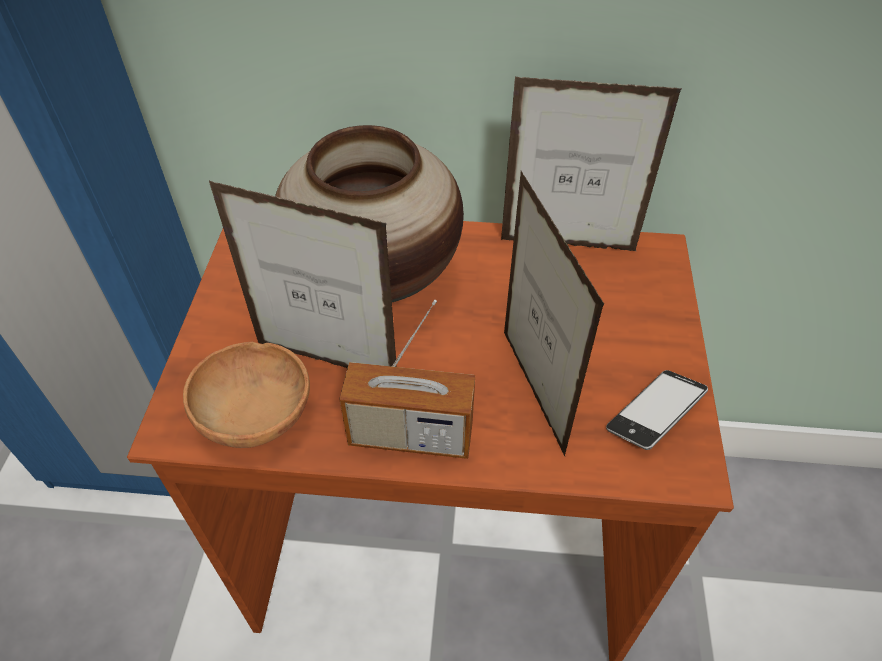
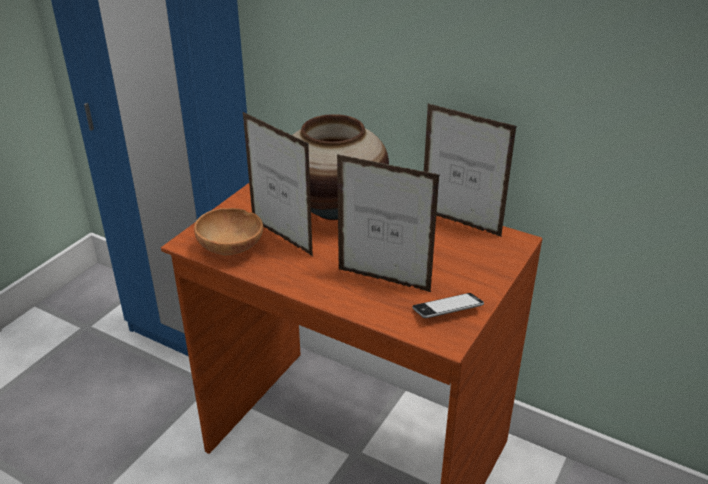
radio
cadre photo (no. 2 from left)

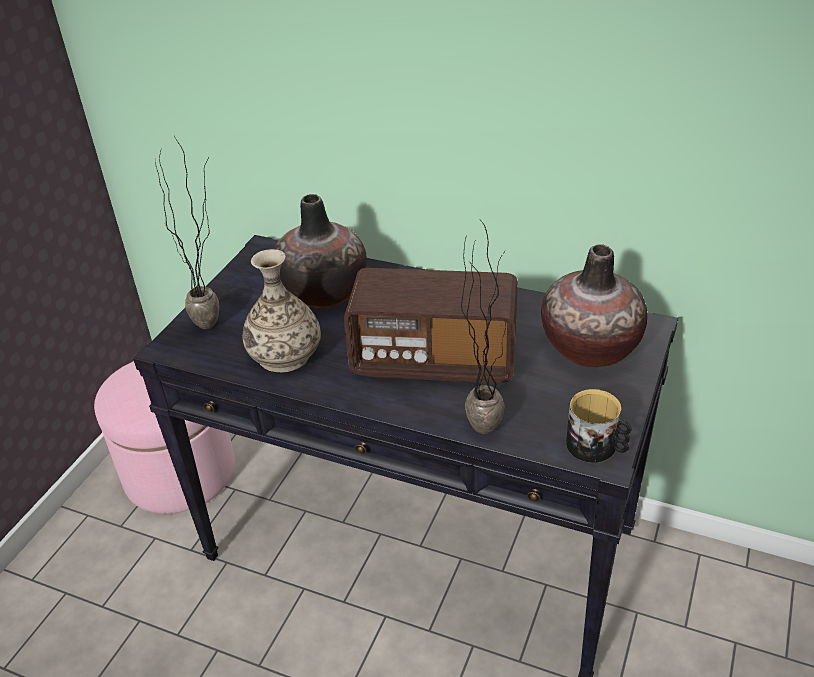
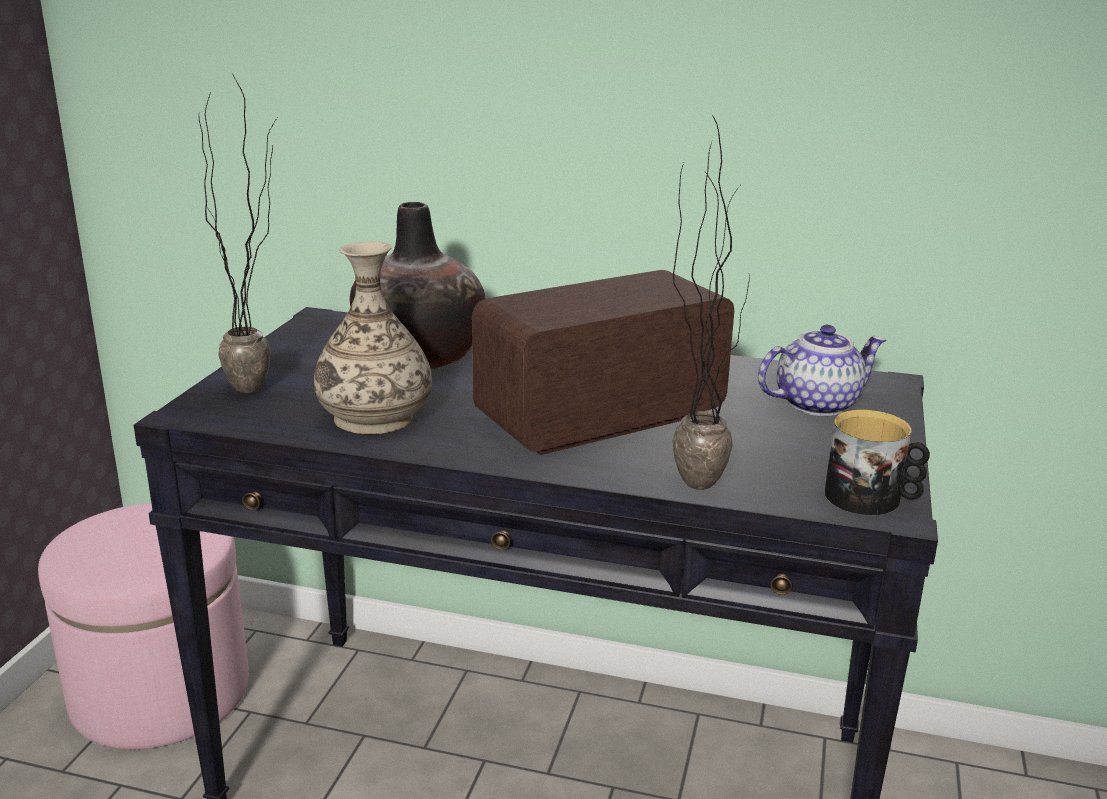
théière
radio

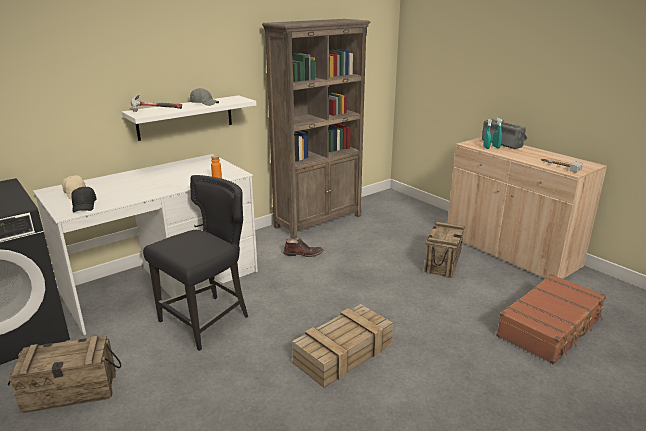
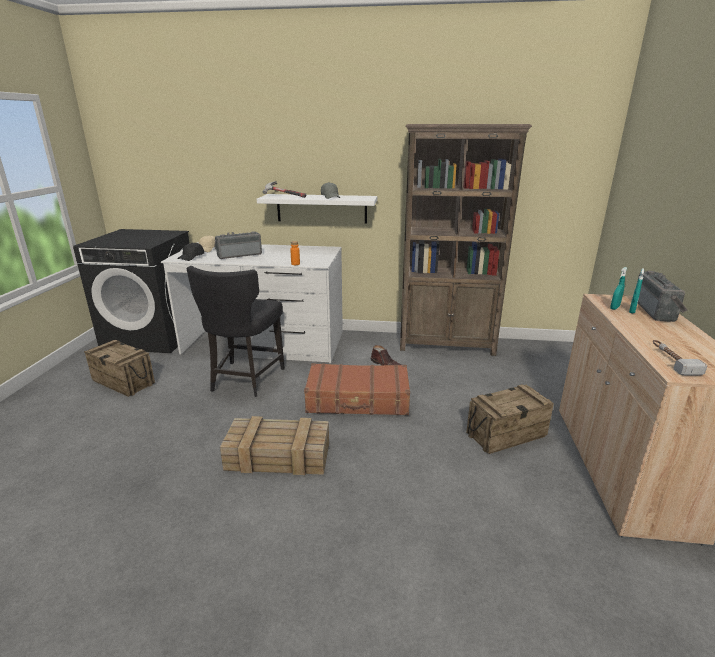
radio (no. 1 from left)
valise [marron]
chaise [noir]

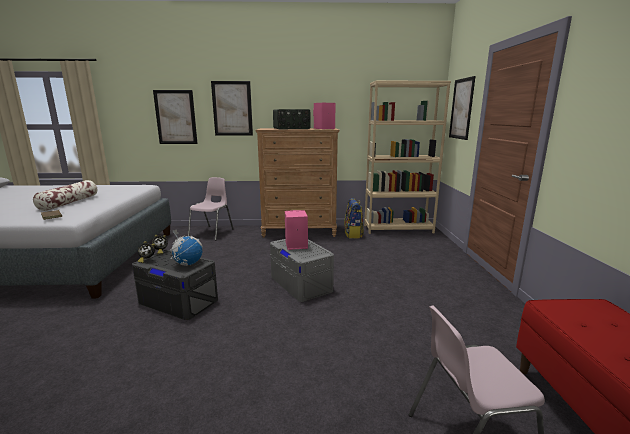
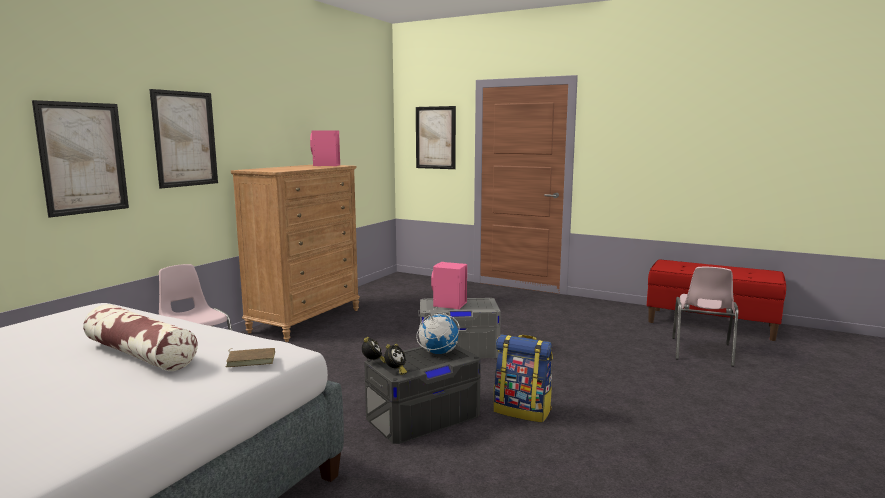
radio
bibliothèque [beige]
sac à dos

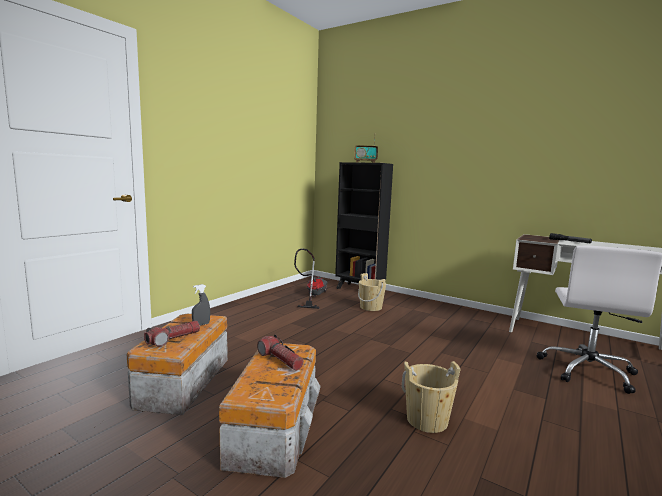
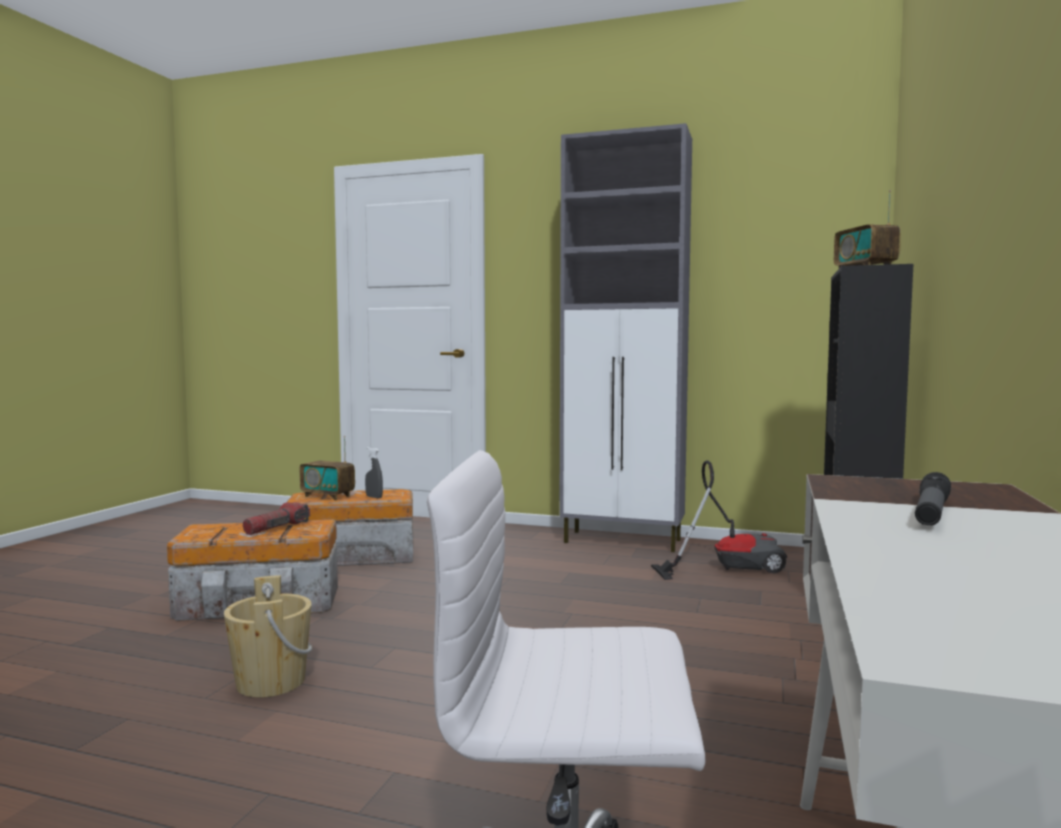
seau [beige] (no. 1 from left in the first image)
meuble de rangement [gris]
radio (no. 1 from left)

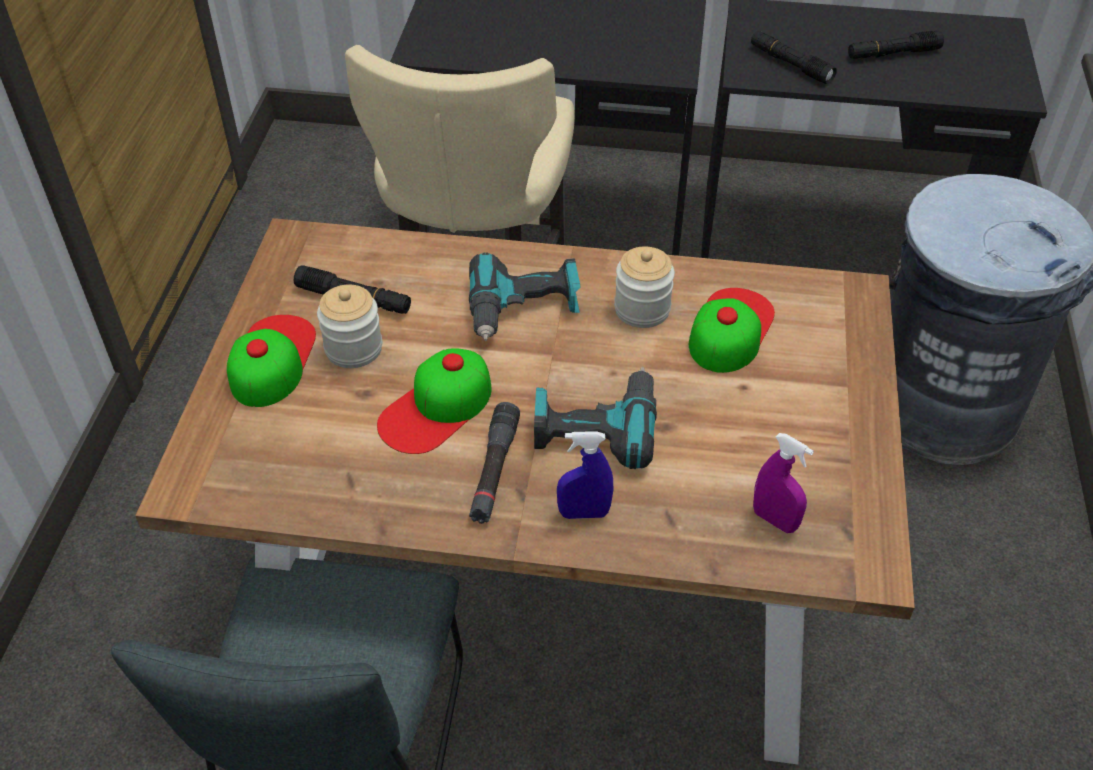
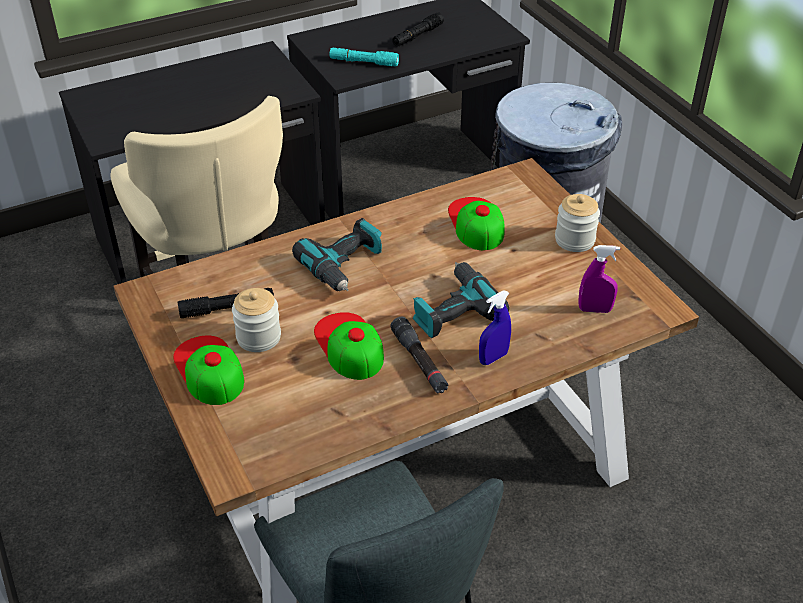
bocal (no. 2 from left)
lampe de poche [turquoise]
casquette (no. 2 from left)

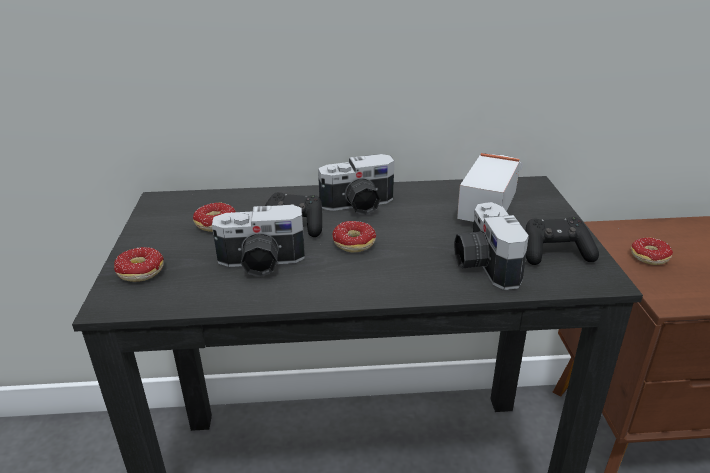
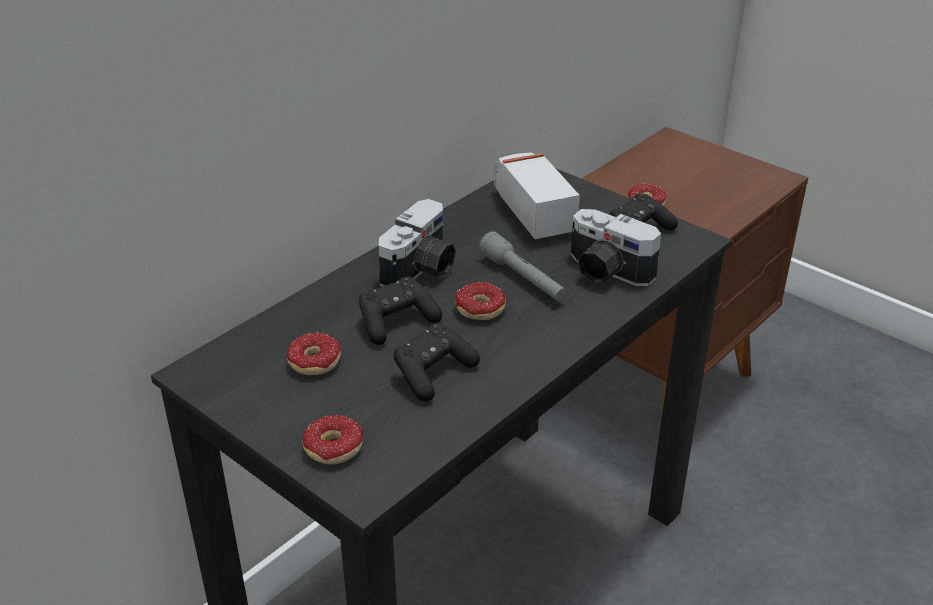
lampe de poche [gris]
manette [noir] (no. 2 from left)

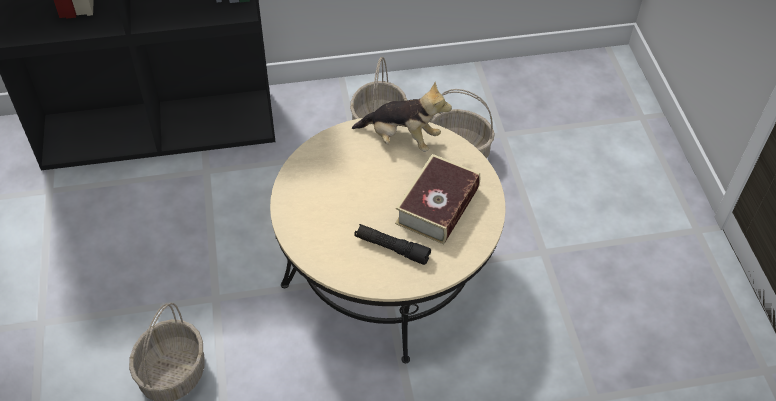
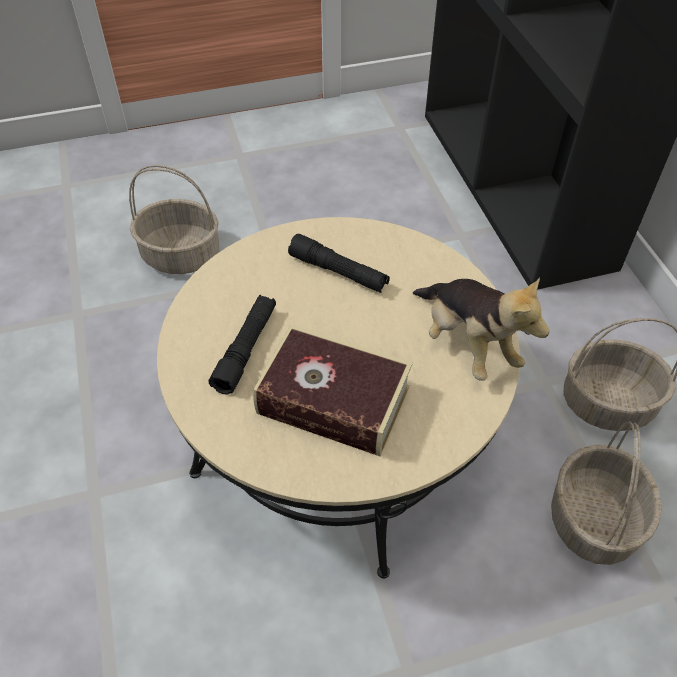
lampe de poche [noir] (no. 2 from left)
peluche

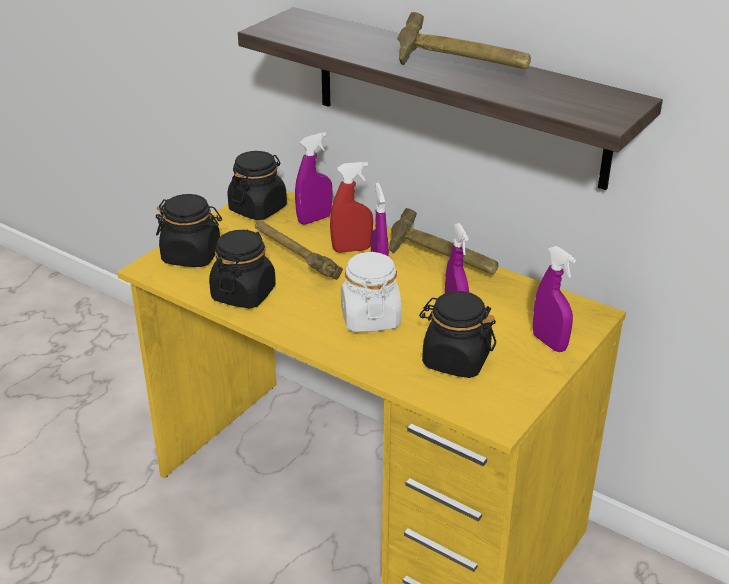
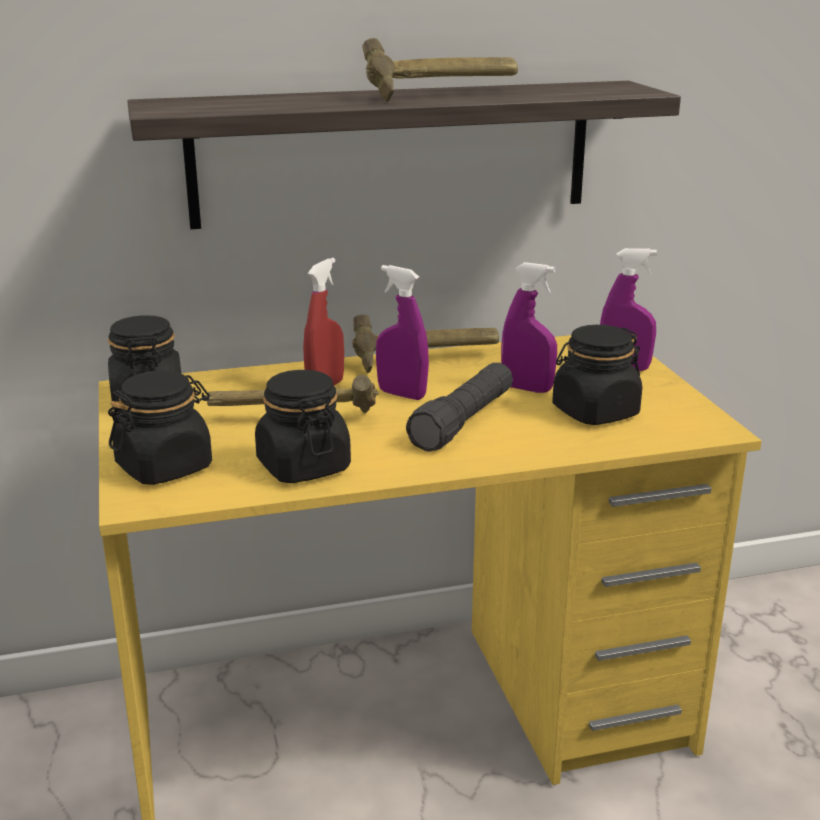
vaporisateur [violet] (no. 1 from left in the first image)
lampe de poche [noir]

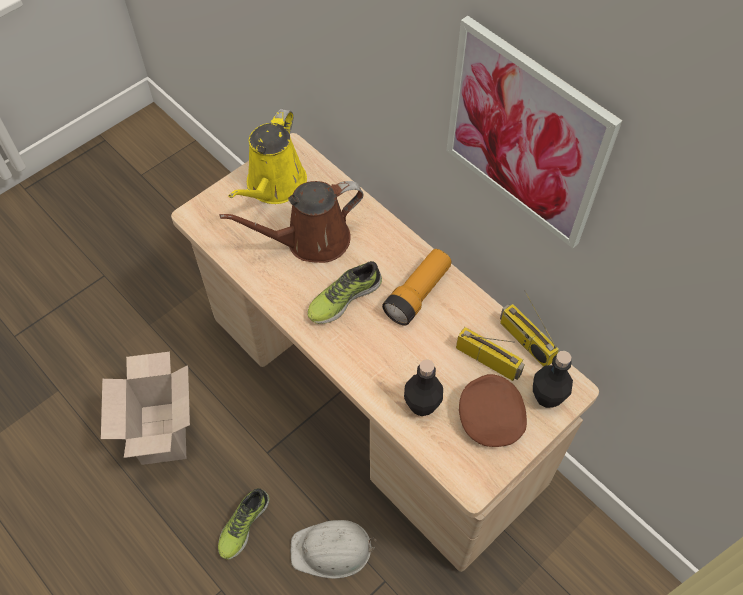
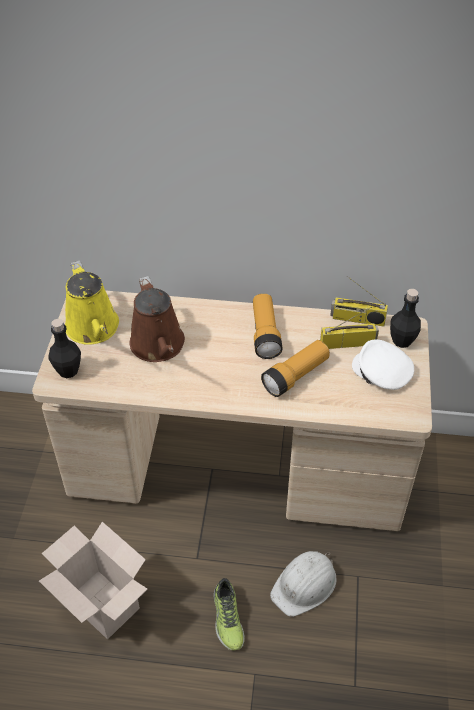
chaussure (no. 2 from left in the first image)
tableau
lampe de poche (no. 2 from left)
bouteille [noir] (no. 1 from left)
casquette [blanc]
arrosoir [marron]

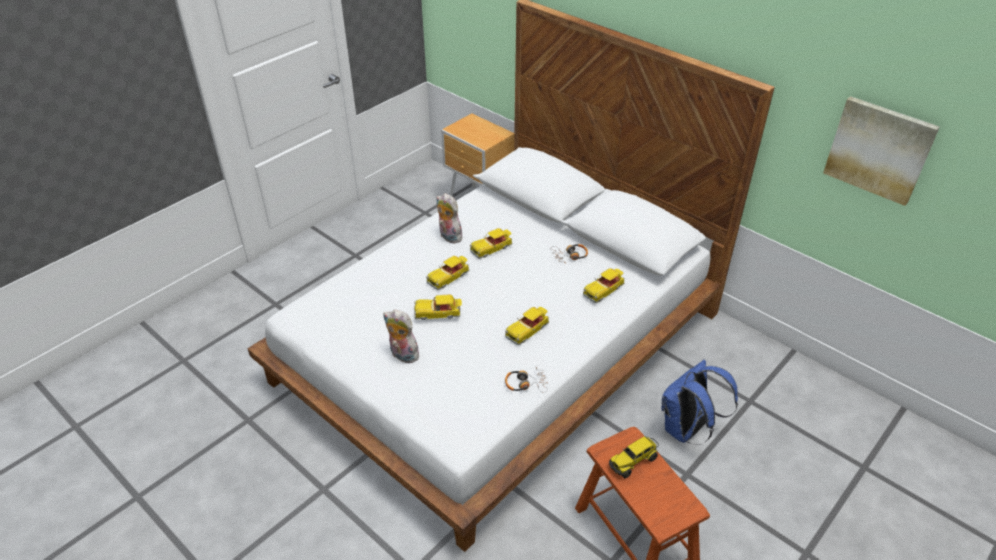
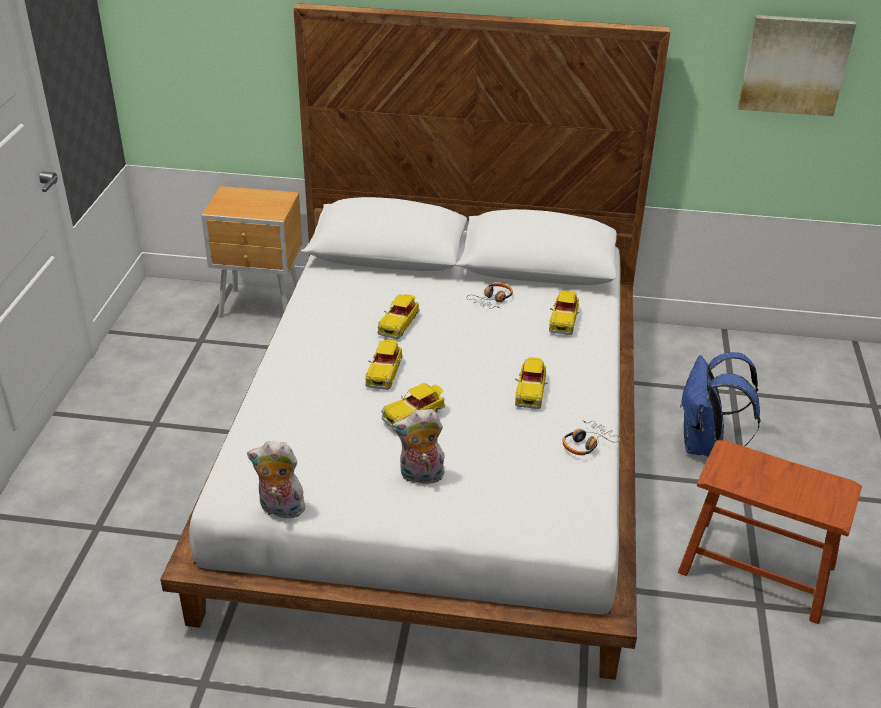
camion jouet
peluche (no. 1 from left)

